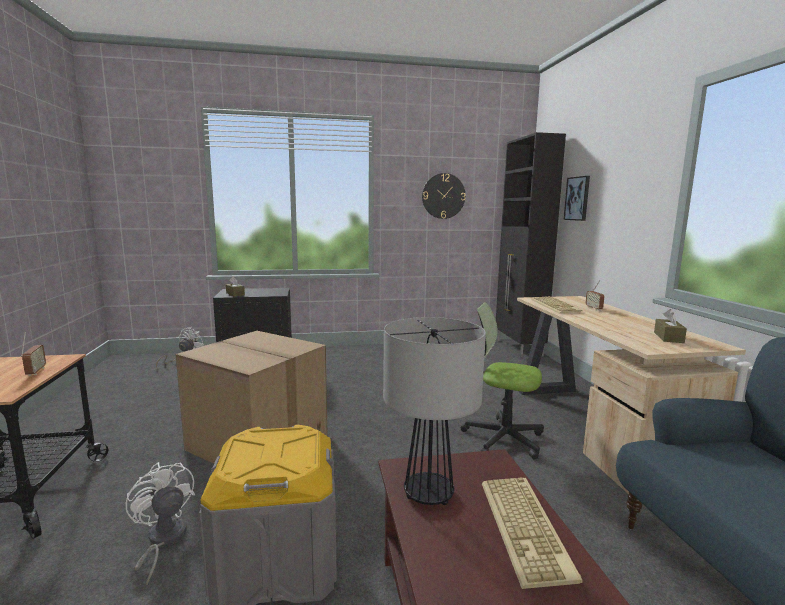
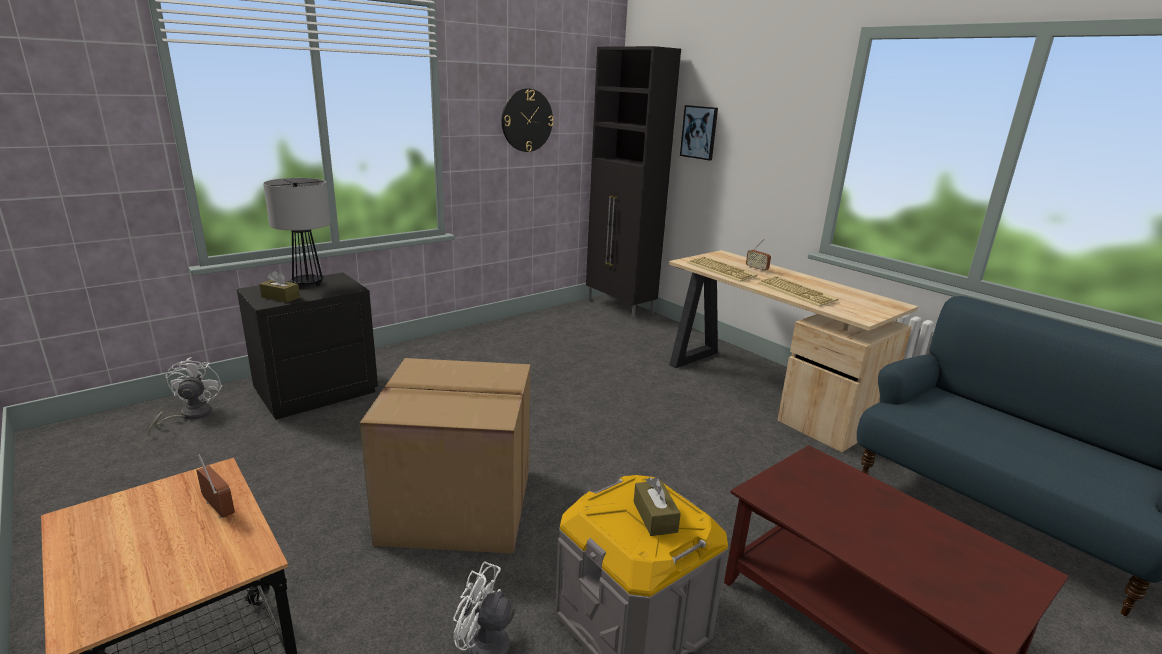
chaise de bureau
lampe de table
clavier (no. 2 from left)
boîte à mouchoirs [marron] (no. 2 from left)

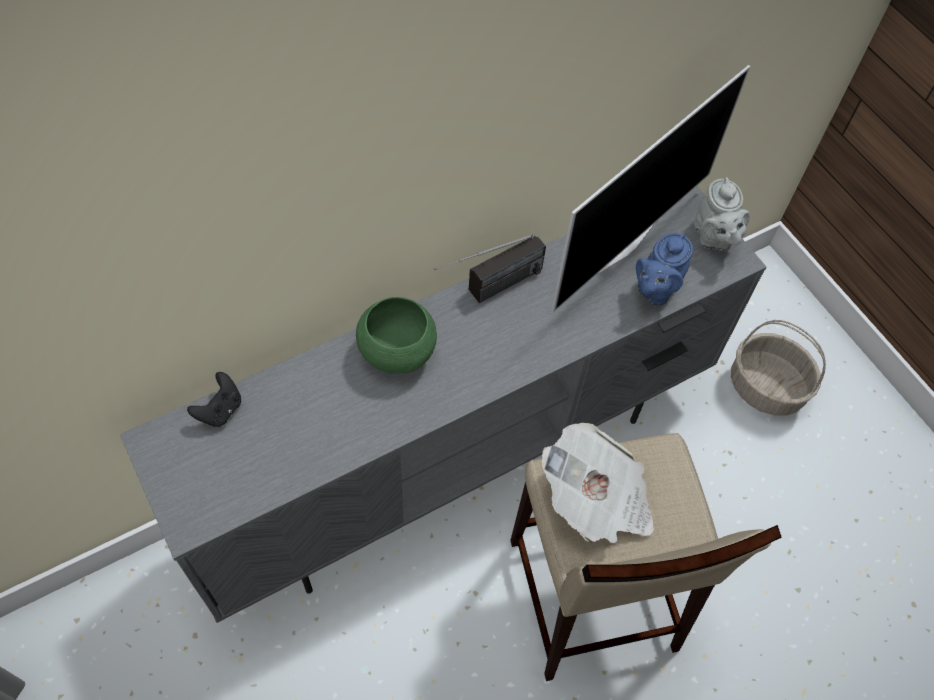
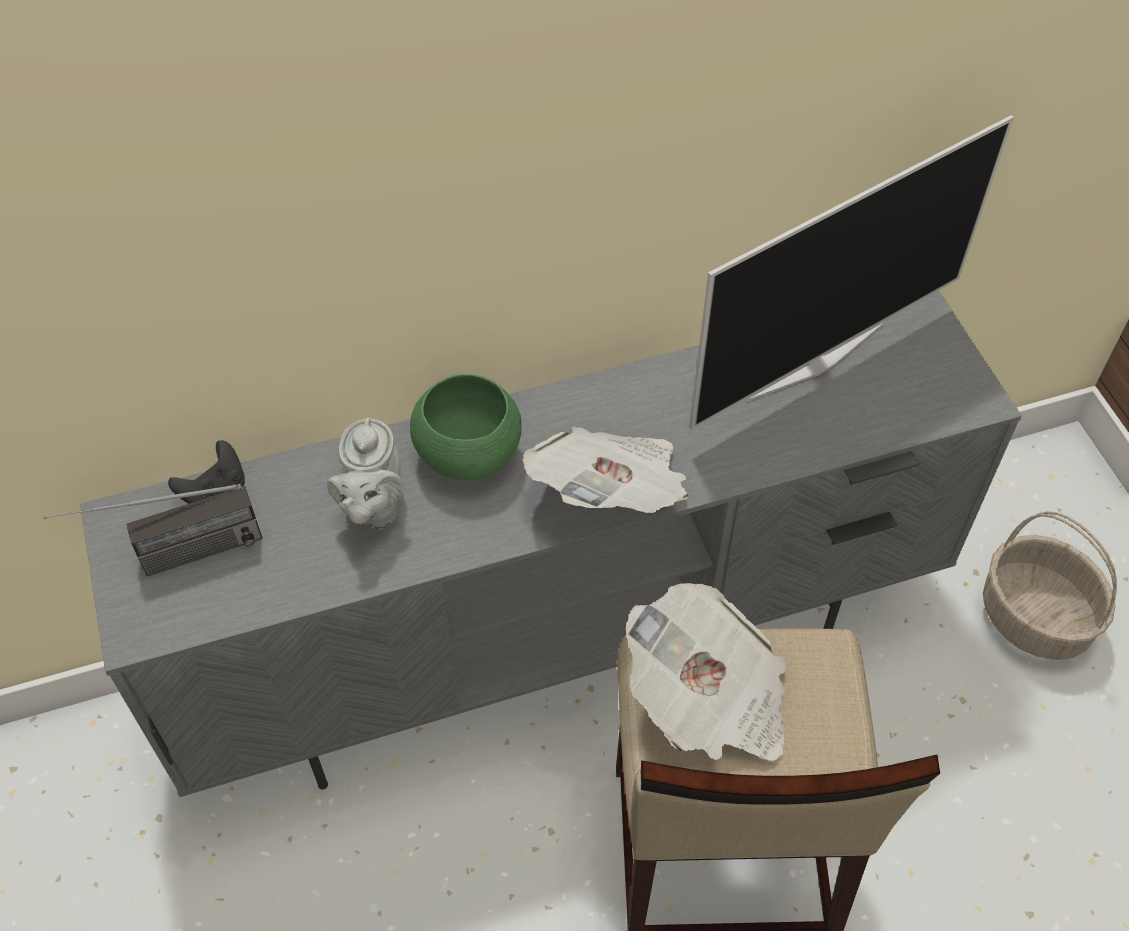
théière [bleu]
journal (no. 1 from left)
radio
théière [gris]

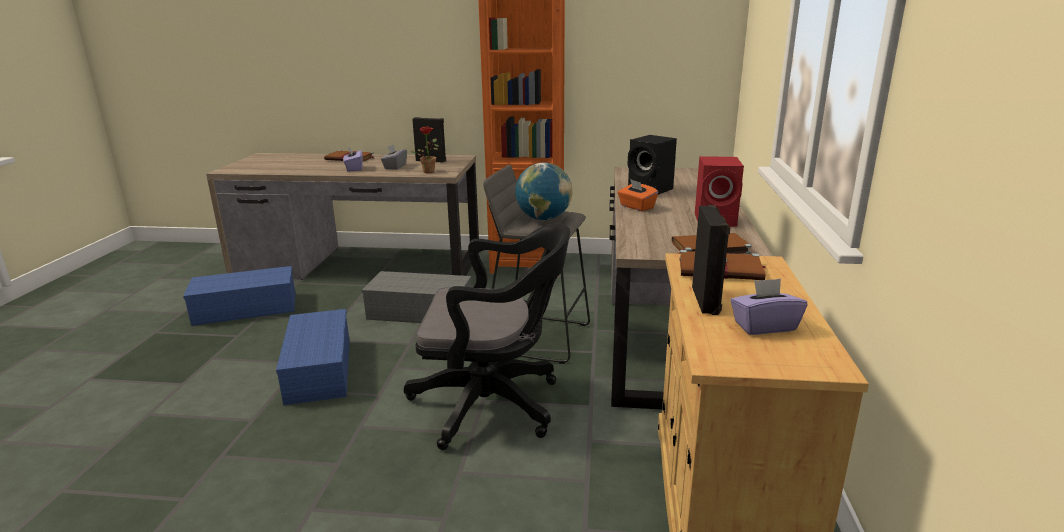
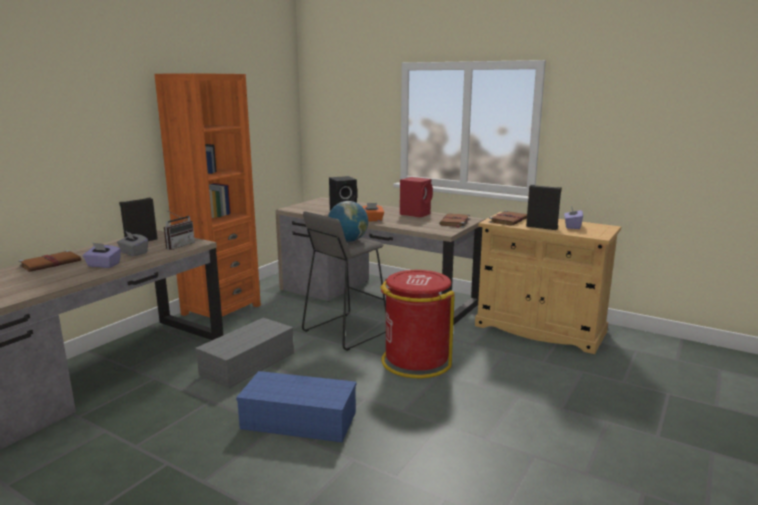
boîte de rangement [bleu] (no. 1 from left in the first image)
poubelle [rouge]
radio

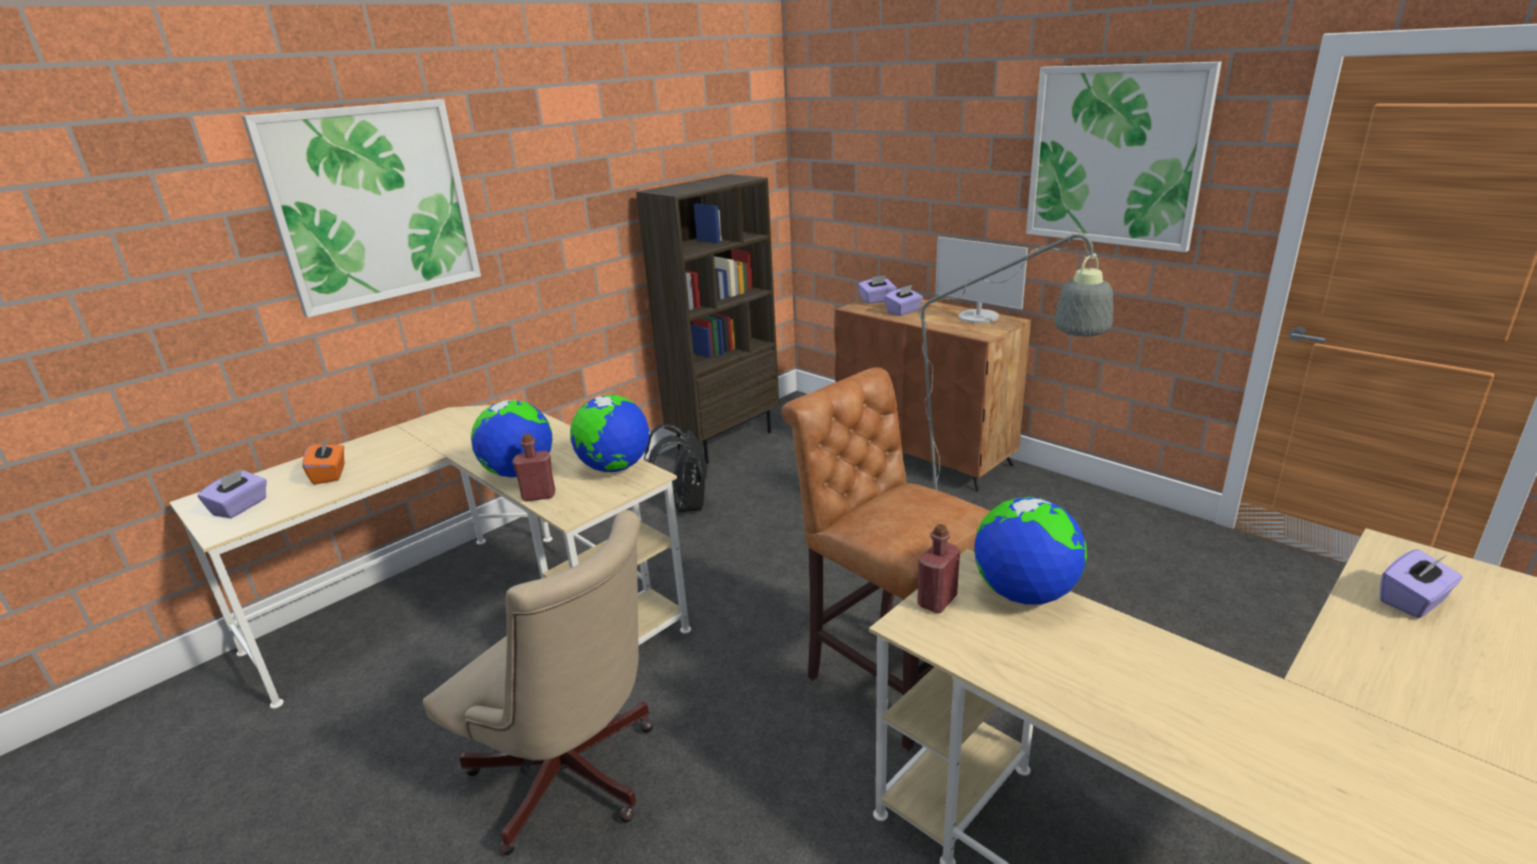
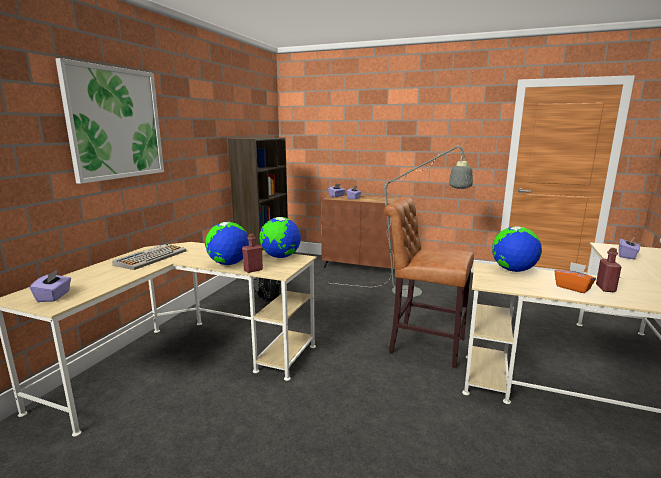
chaise de bureau [beige]
écran d'ordinateur
tableau (no. 2 from left in the first image)
clavier
boîte à mouchoirs [orange]
bouteille [rouge] (no. 2 from left)

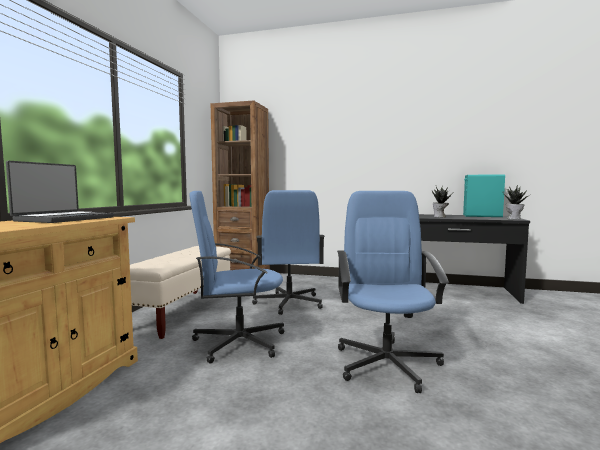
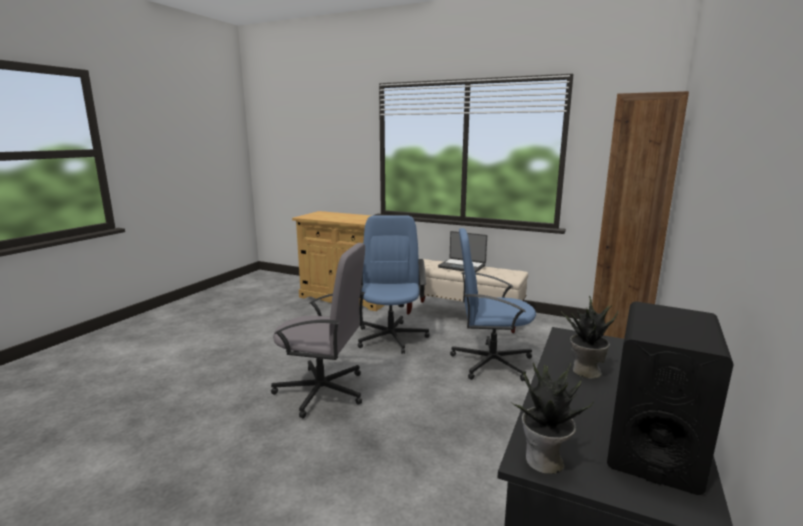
ordinateur portable
chaise de bureau [gris]
enceinte [noir]

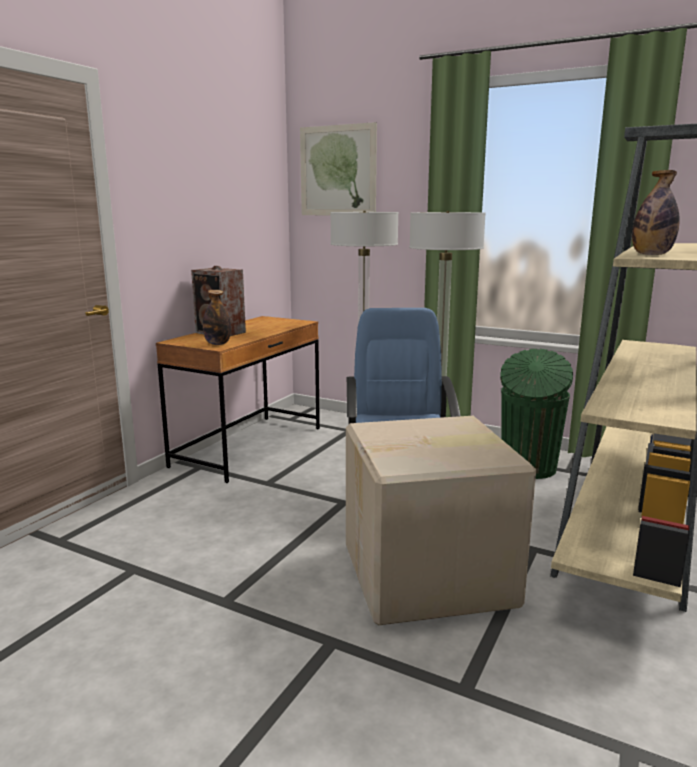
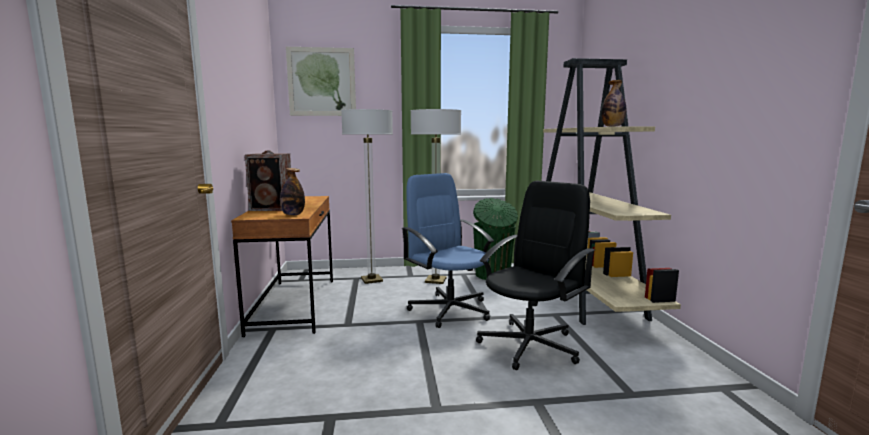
chaise de bureau [noir]

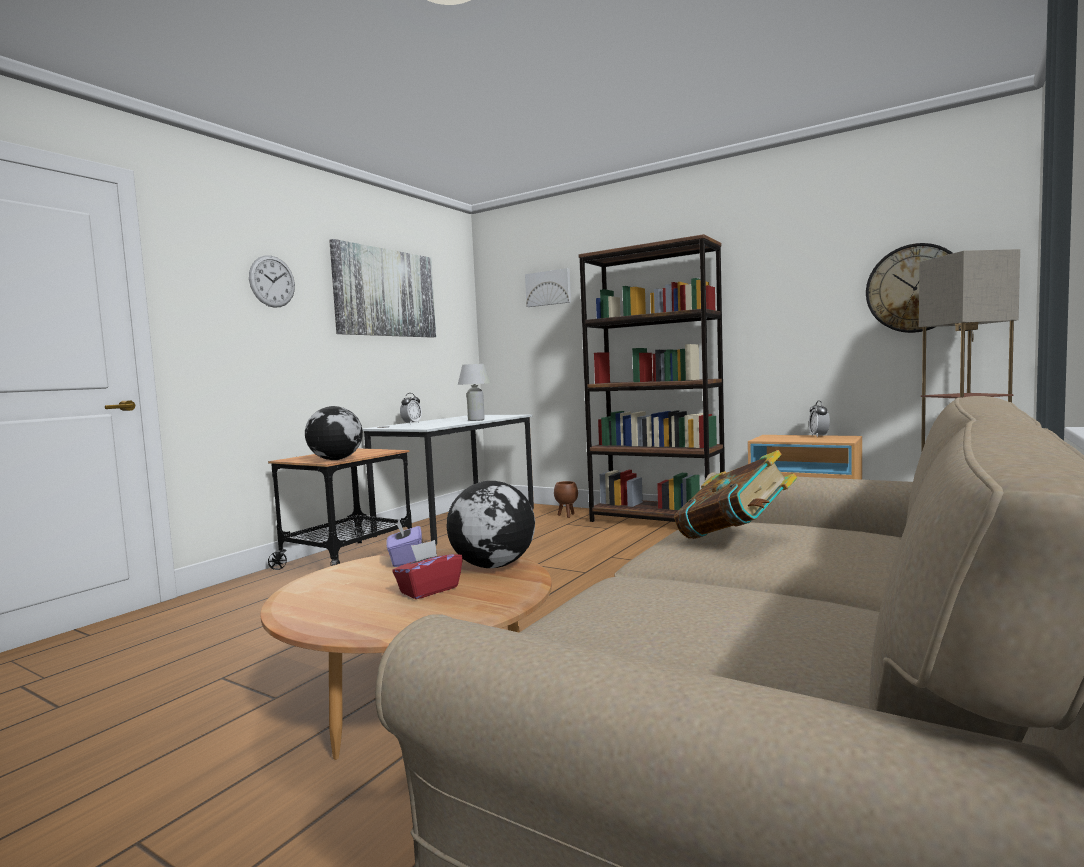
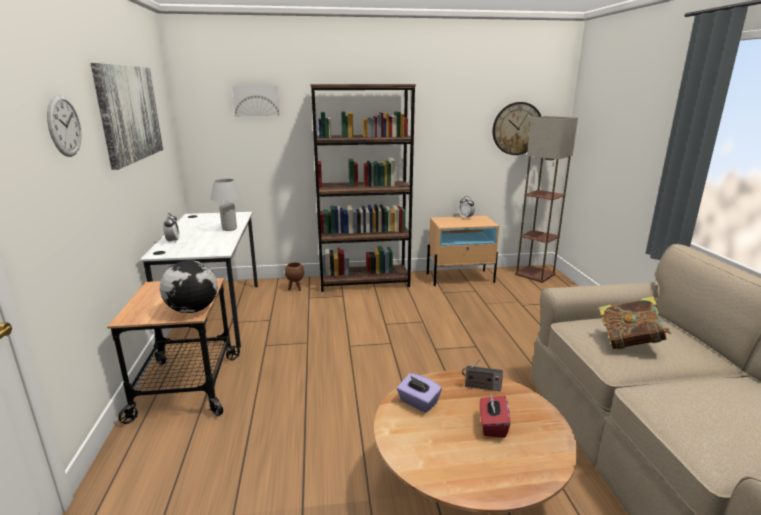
radio

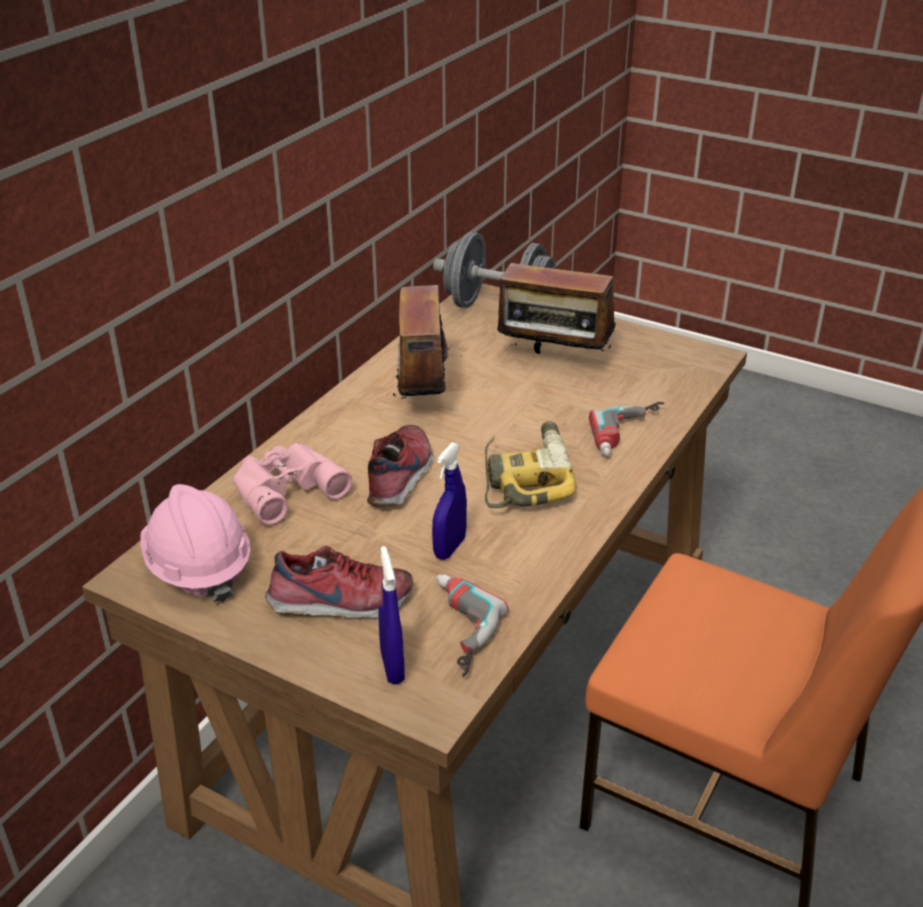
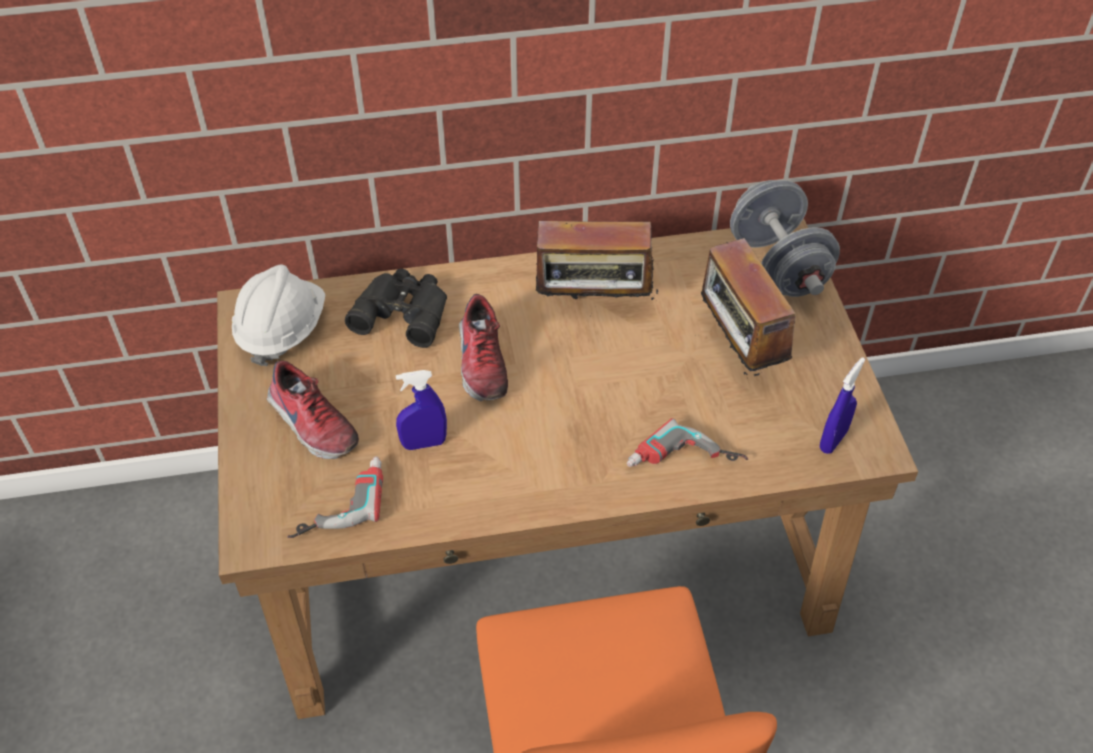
perceuse (no. 2 from left in the first image)
vaporisateur [bleu] (no. 2 from left)
casque de chantier [blanc]
jumelles [noir]
chaussure (no. 2 from left)
radio (no. 1 from left)

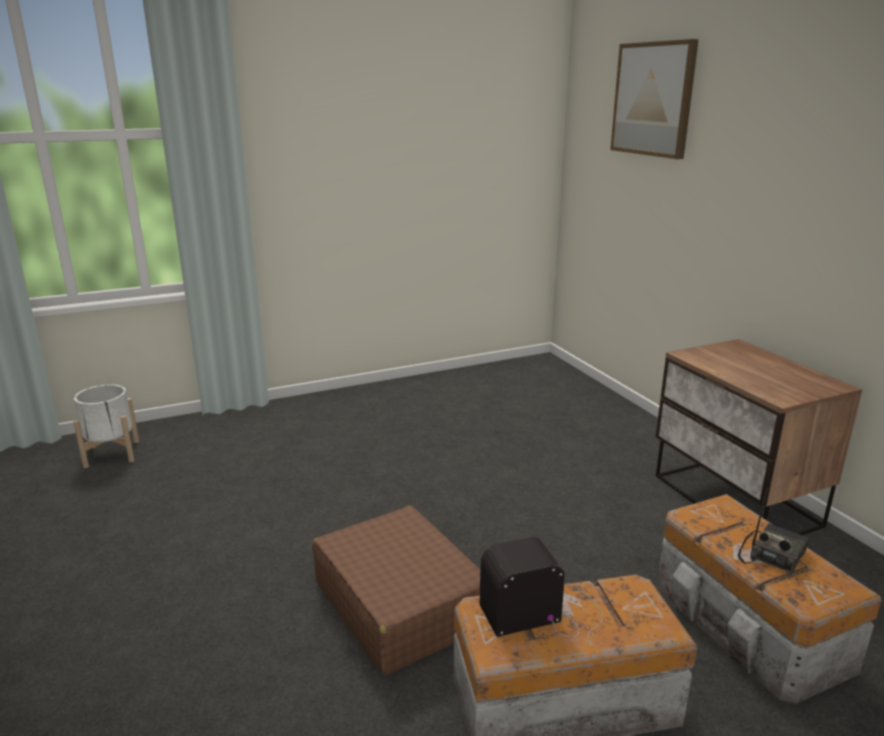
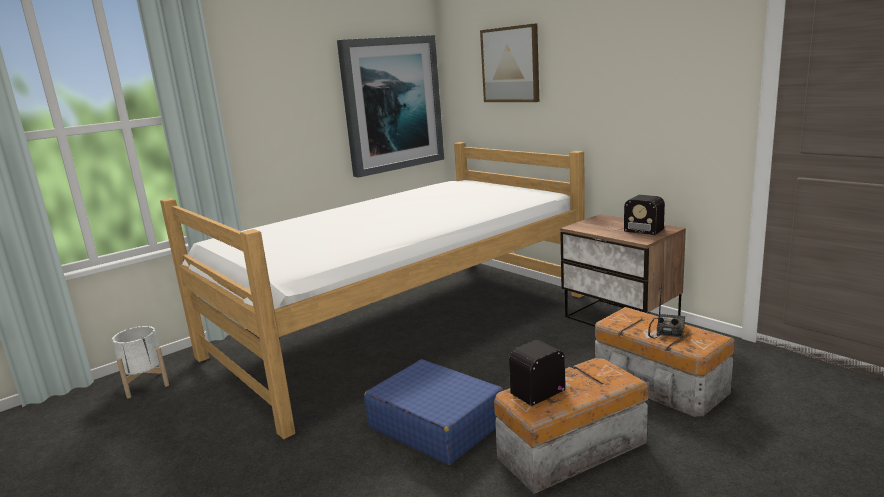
lit
tableau (no. 1 from left)
radio (no. 2 from left)
valise [bleu]

